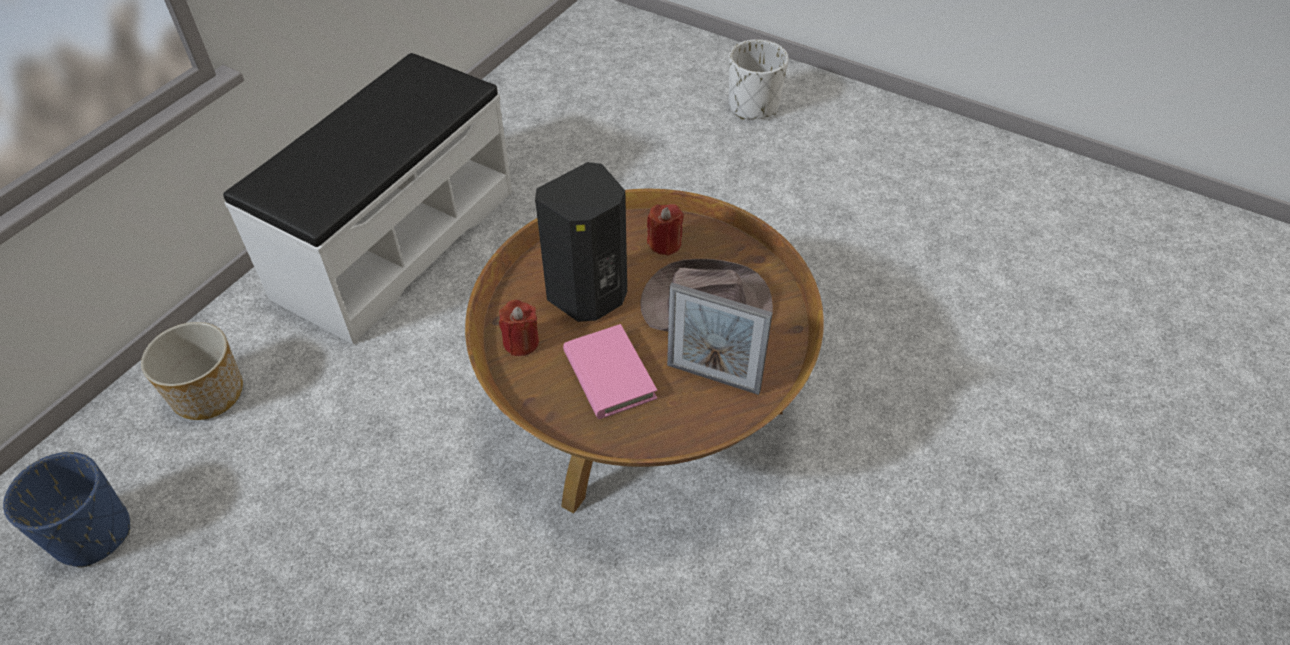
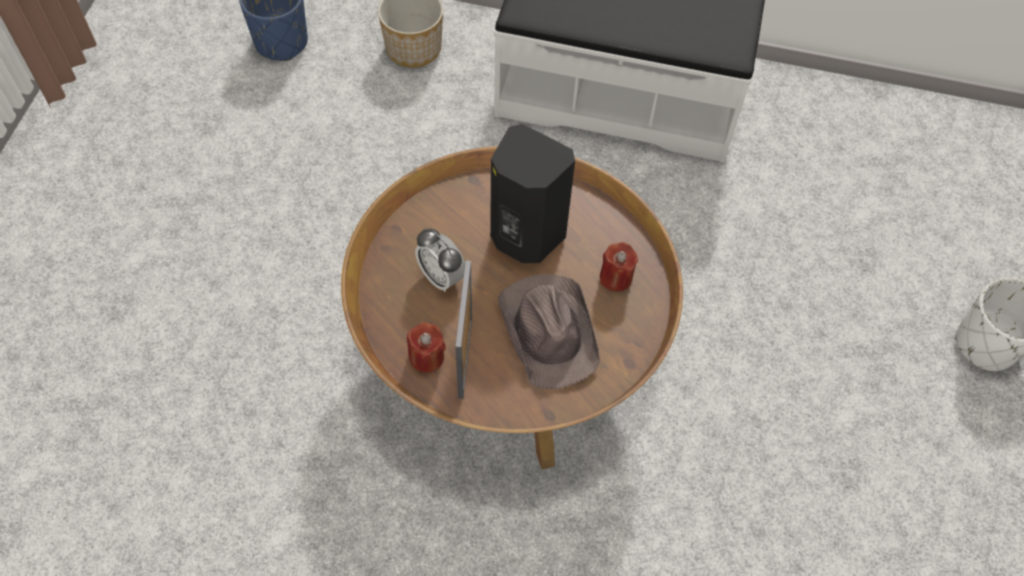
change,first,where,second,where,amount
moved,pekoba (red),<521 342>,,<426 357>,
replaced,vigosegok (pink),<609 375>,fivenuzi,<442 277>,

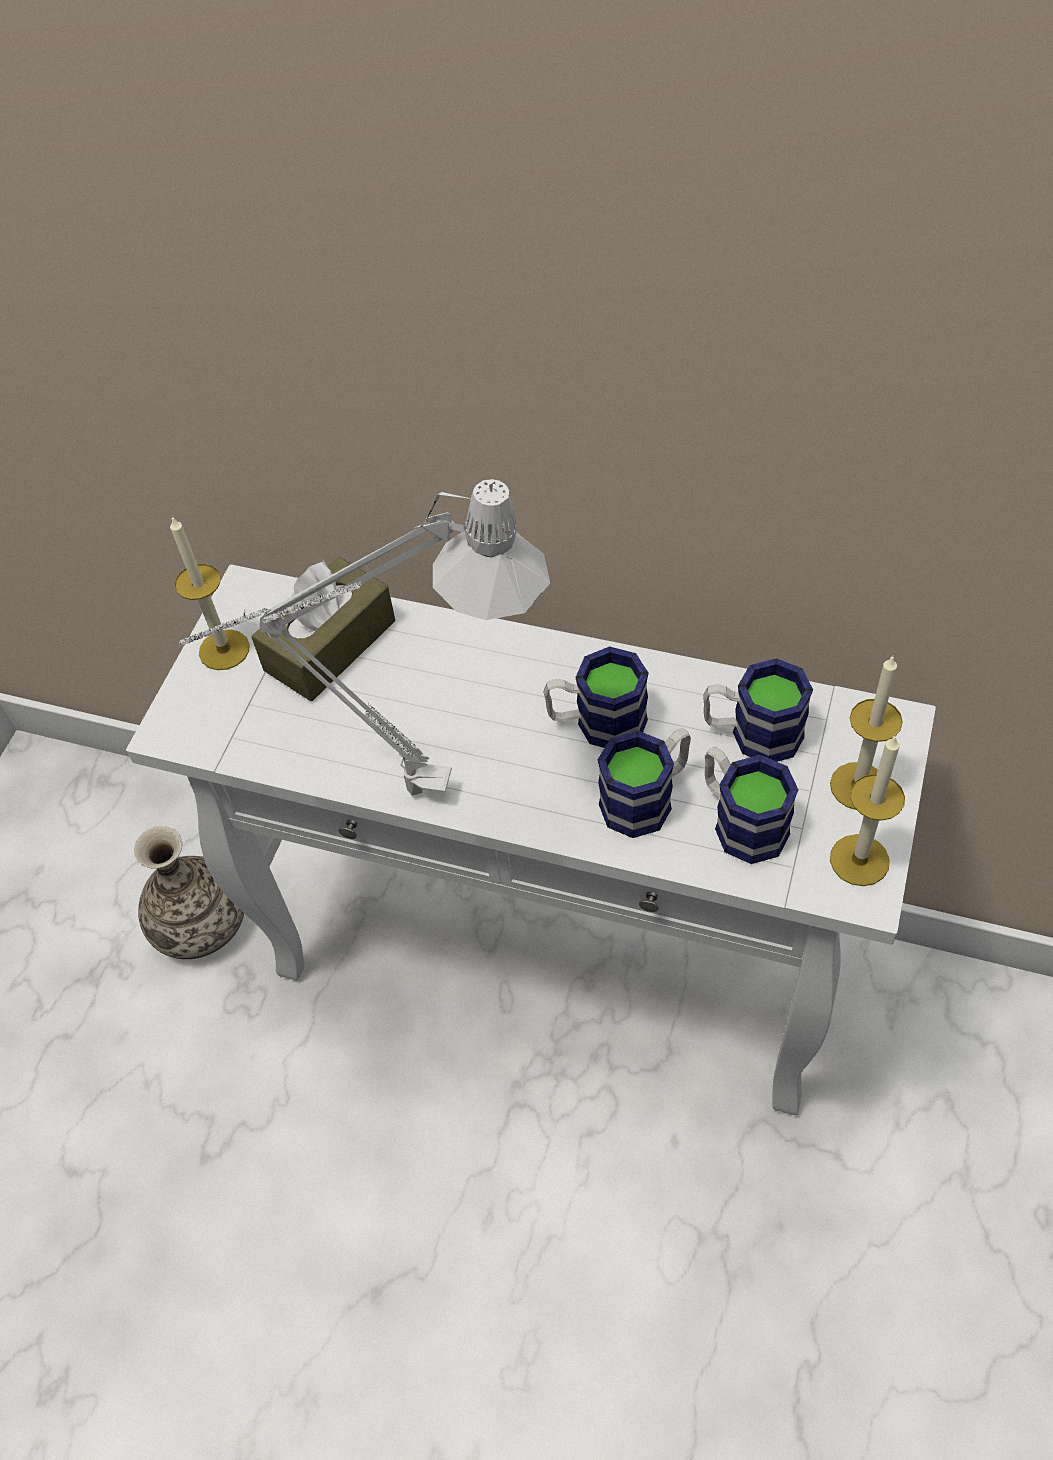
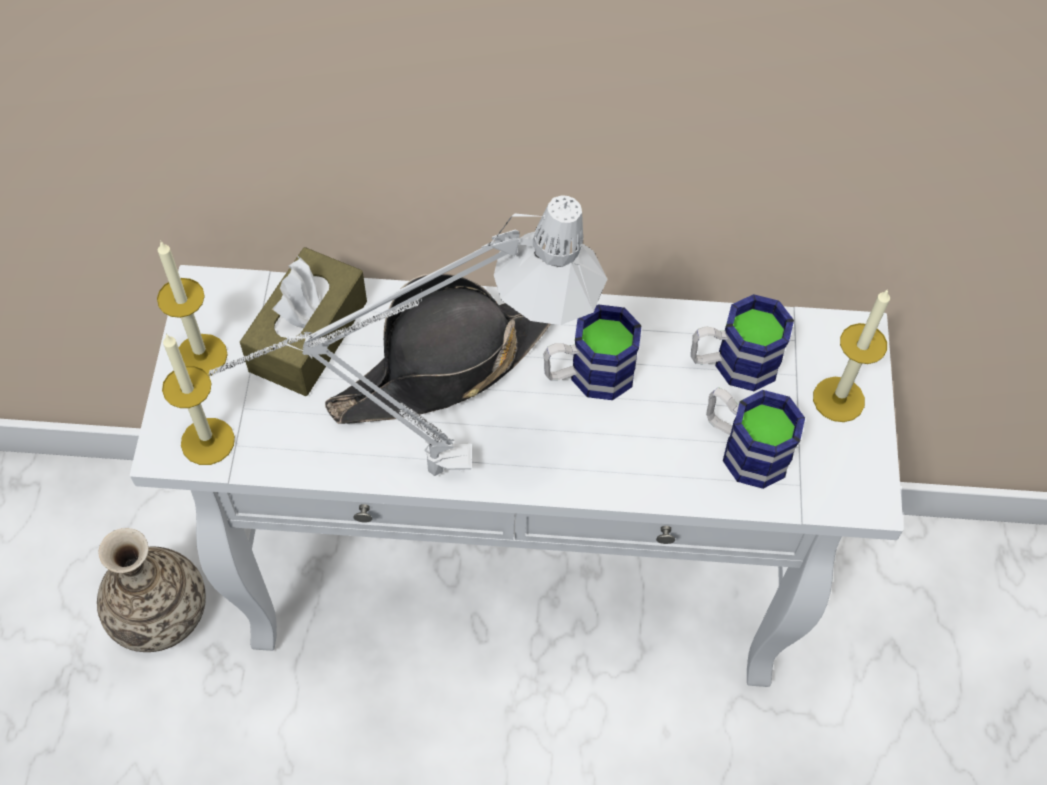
change,first,where,second,where,amount
removed,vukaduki,<647 797>,,,
added,,,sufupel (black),<448 364>,
moved,pekoba,<859 860>,,<207 441>,

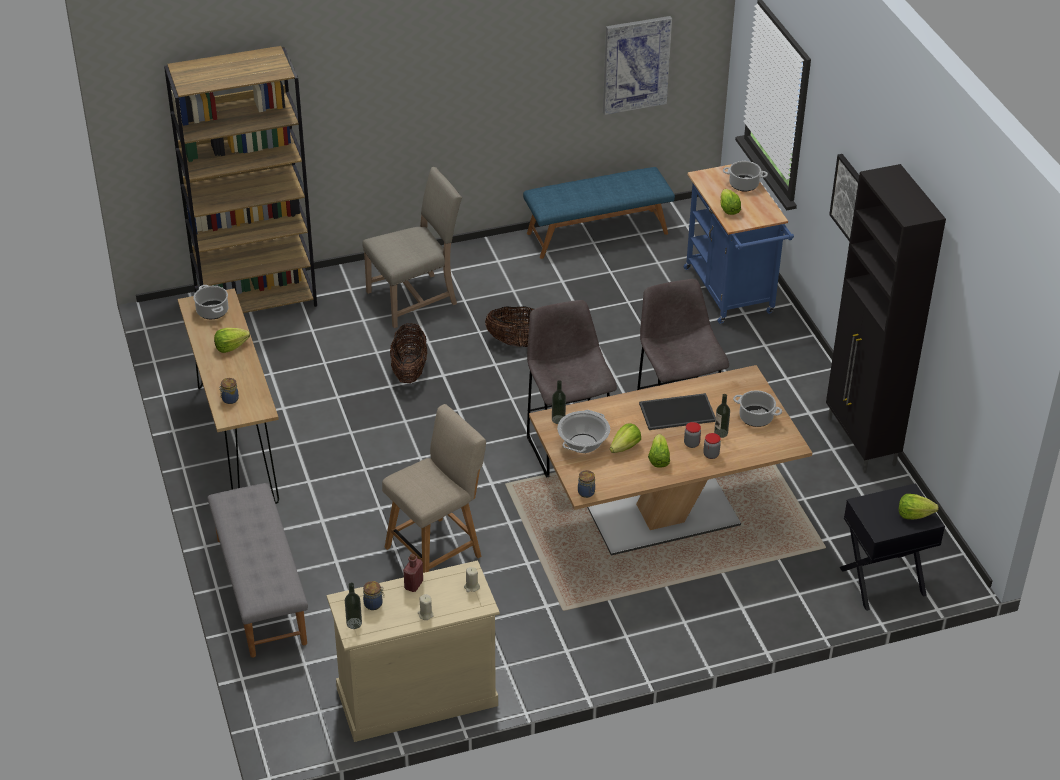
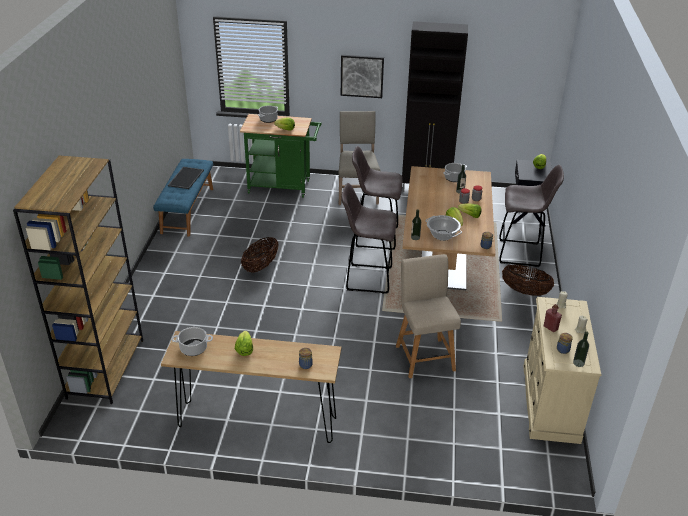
change,first,where,second,where,amount
removed,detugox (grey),<260 590>,,,
removed,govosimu,<636 64>,,,
added,,,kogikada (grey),<521 253>,
moved,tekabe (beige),<415 298>,,<357 192>,
moved,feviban,<409 370>,,<525 291>,
moved,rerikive,<678 411>,,<185 178>,
recoloured,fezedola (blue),<731 295>,fezedola (green),<283 187>,

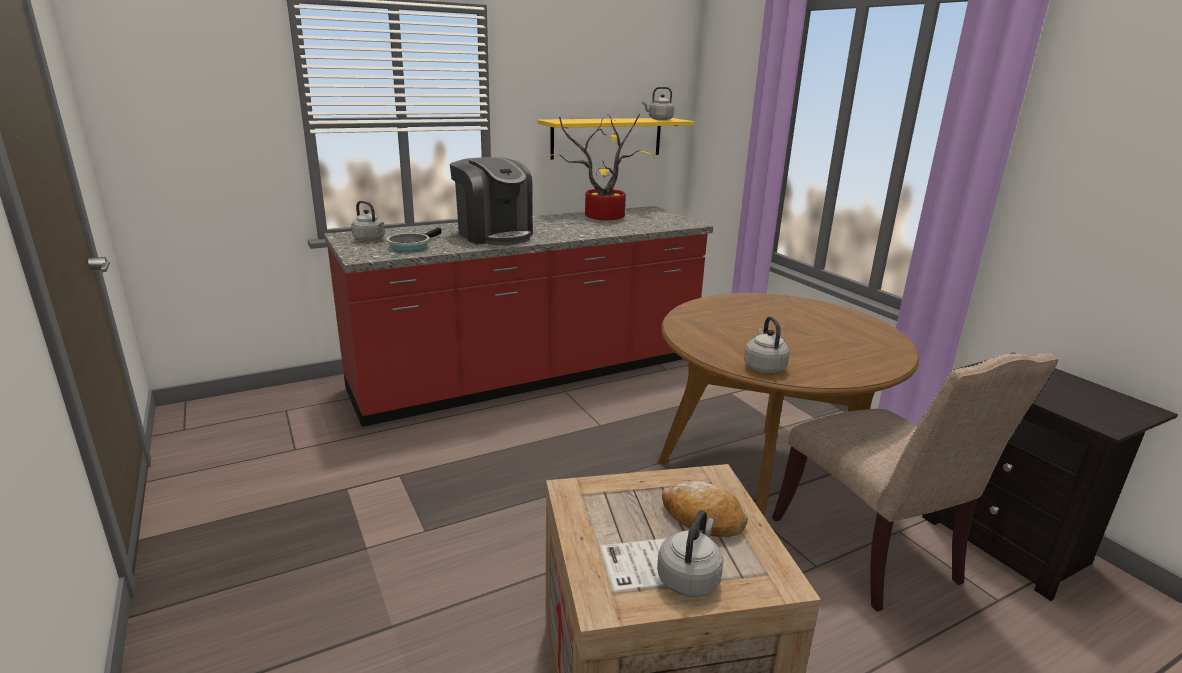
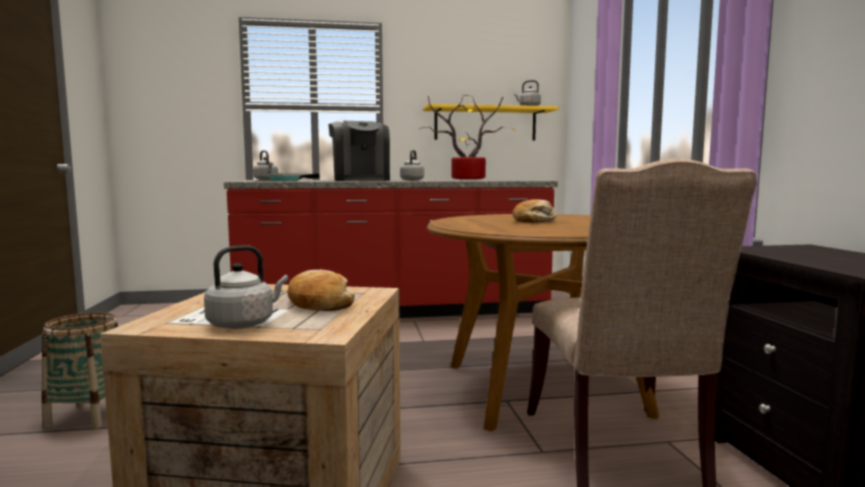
change,first,where,second,where,amount
added,,,feviban,<88 415>,
added,,,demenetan,<535 221>,
moved,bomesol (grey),<763 367>,,<412 180>,

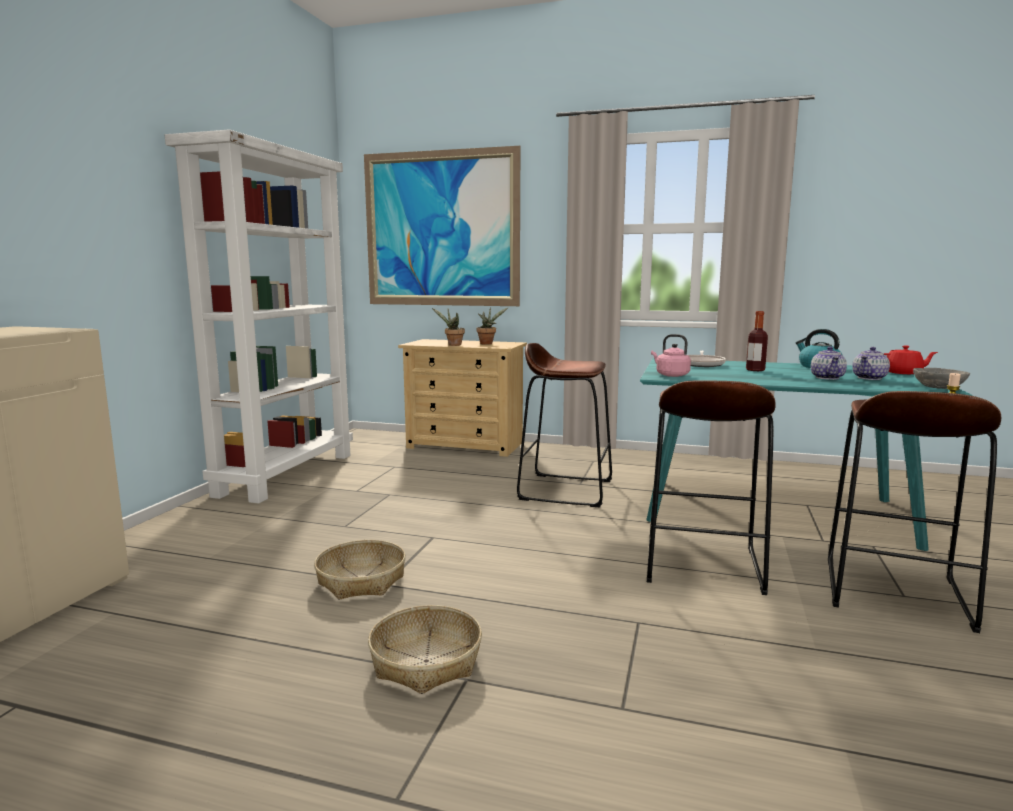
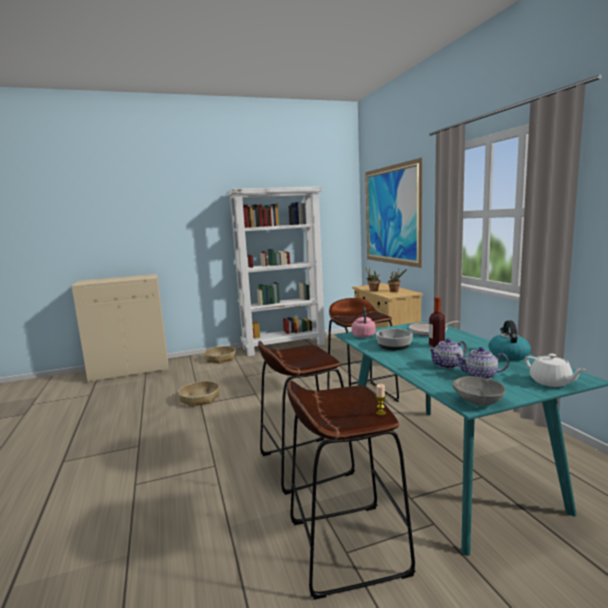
change,first,where,second,where,amount
added,,,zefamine,<394 346>,
moved,feviban,<425 661>,,<220 359>,
recoloured,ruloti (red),<903 373>,ruloti (white),<551 382>,

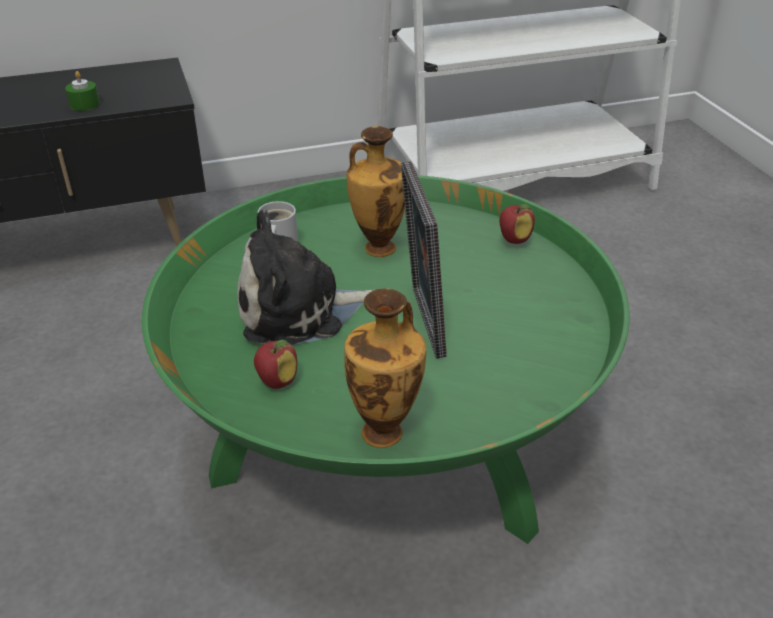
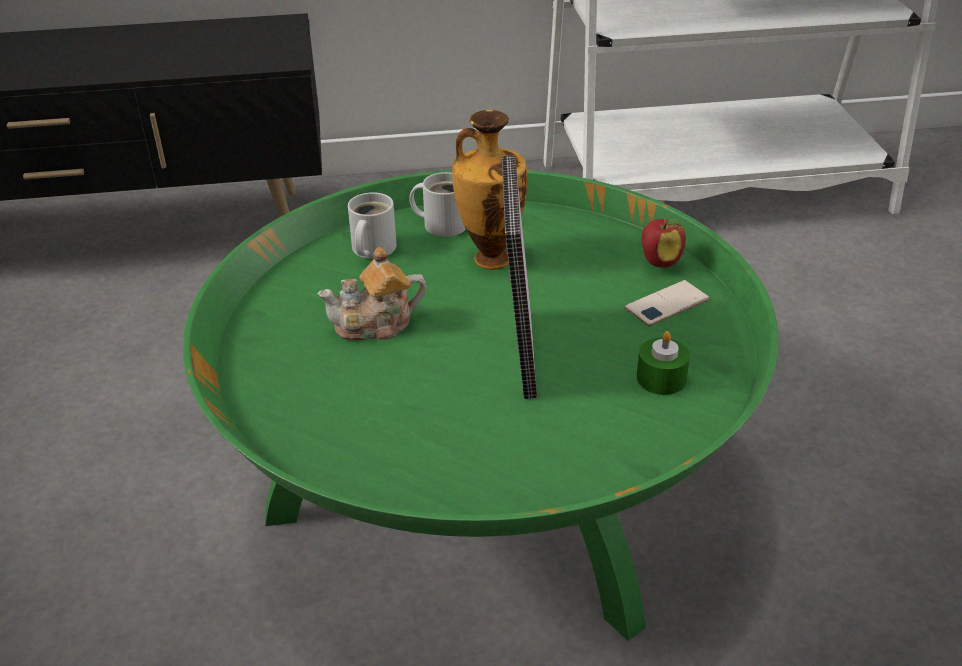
change,first,where,second,where,amount
removed,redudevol,<277 381>,,,
removed,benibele,<385 431>,,,
added,,,vukaduki (white),<442 224>,
added,,,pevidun,<667 304>,
moved,pekoba (green),<84 104>,,<661 378>,
replaced,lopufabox,<298 310>,ruloti,<375 325>,

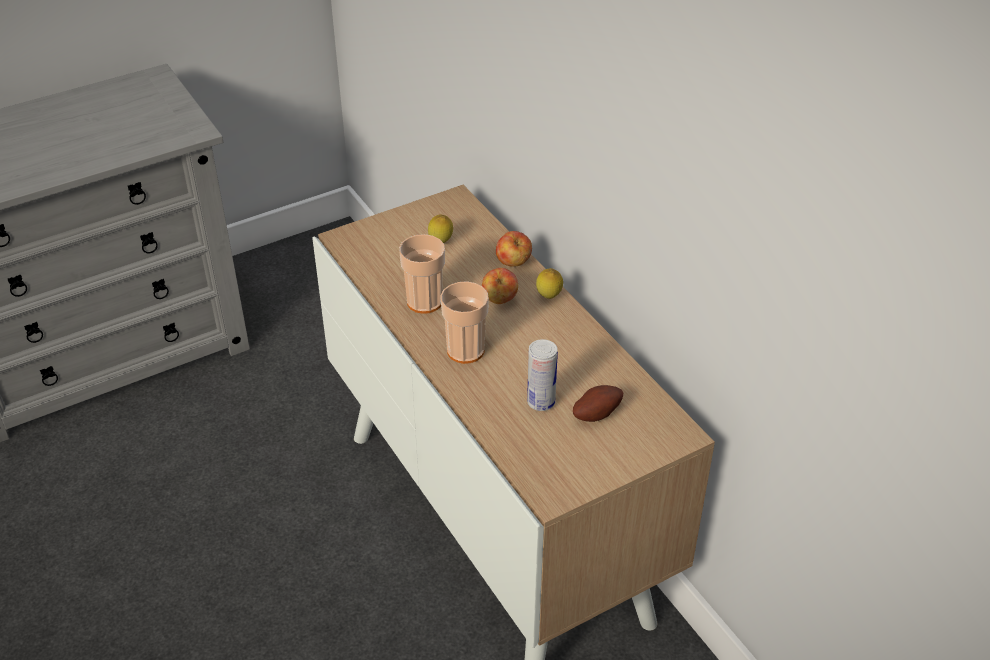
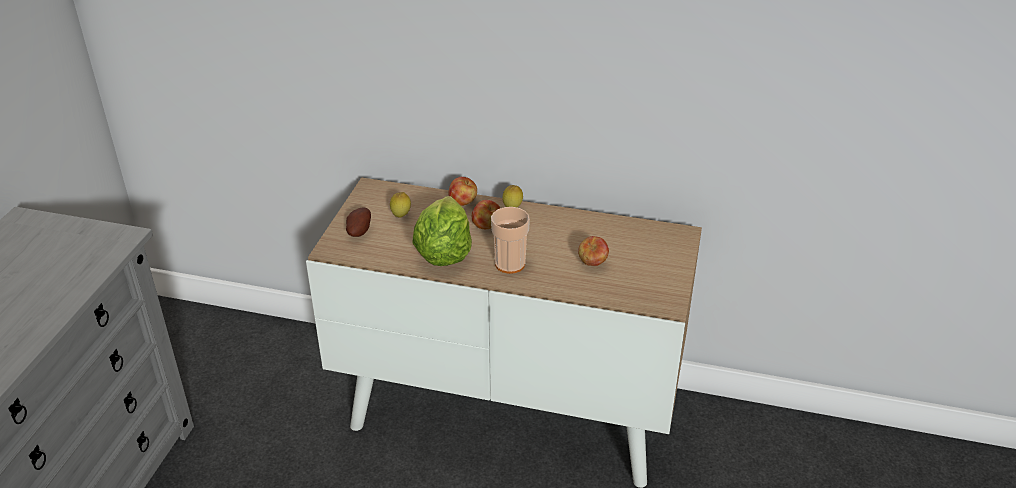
change,first,where,second,where,amount
moved,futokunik,<596 413>,,<358 231>,
replaced,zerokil,<424 302>,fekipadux,<443 253>,
replaced,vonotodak,<541 402>,redudevol,<592 263>,

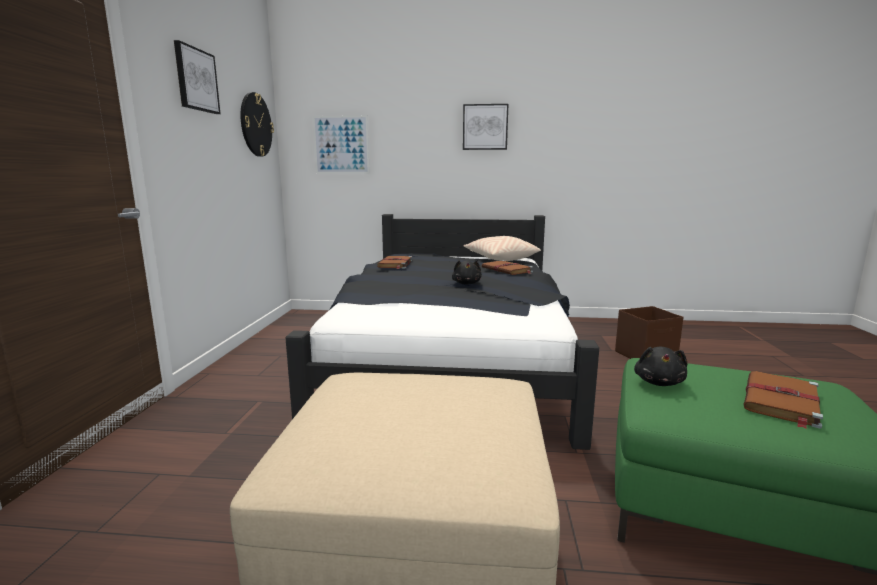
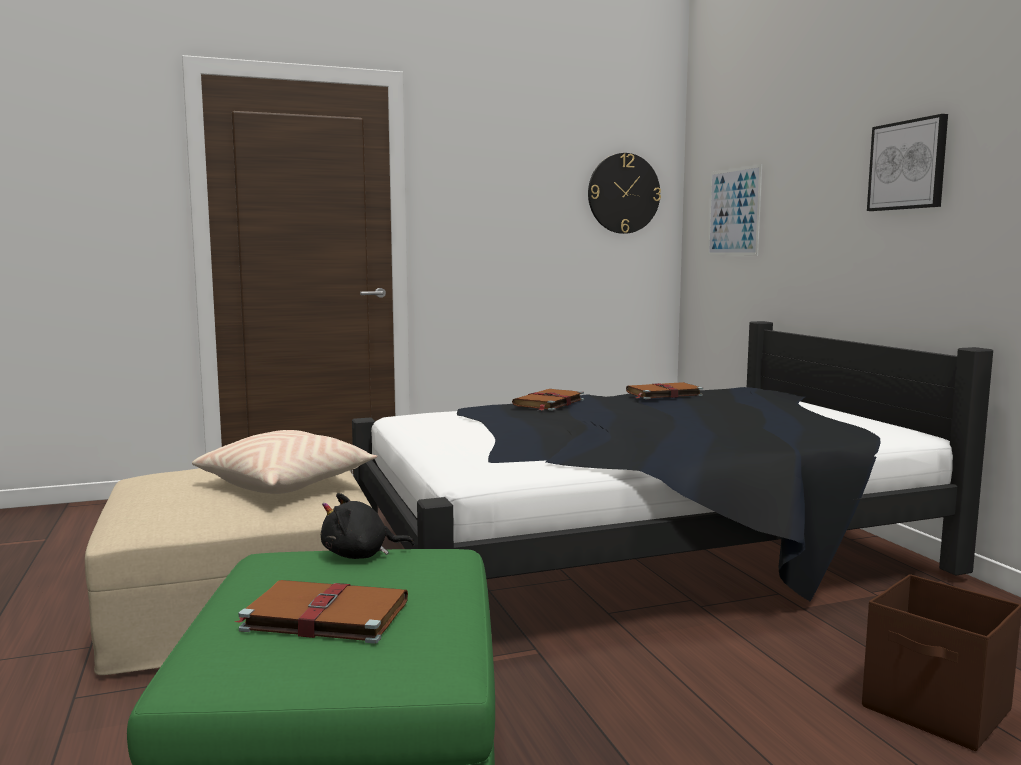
change,first,where,second,where,amount
removed,govosimu,<196 80>,,,
removed,lopufabox (black),<466 283>,,,
moved,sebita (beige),<500 259>,,<287 484>,
moved,vigosegok (brown),<507 270>,,<548 403>,

